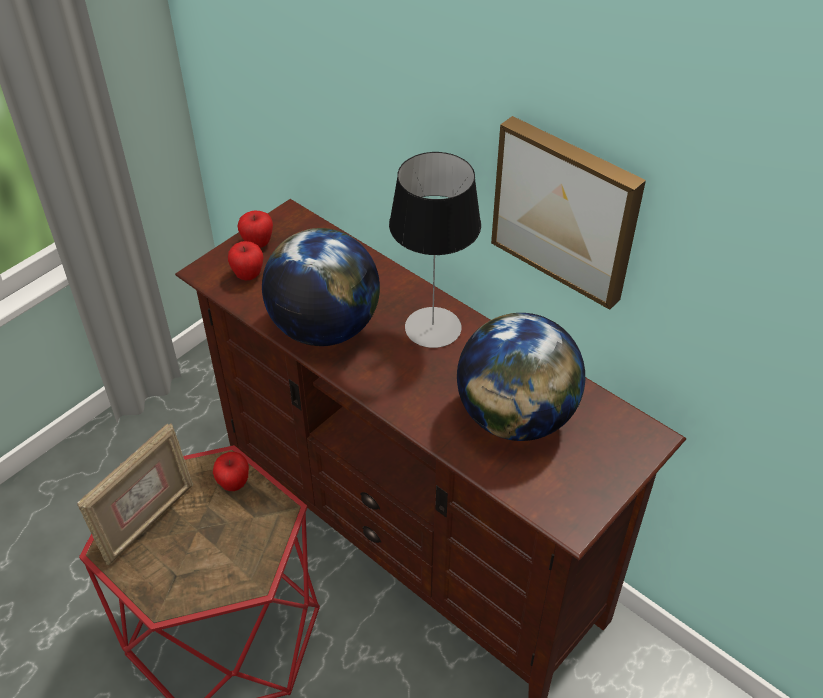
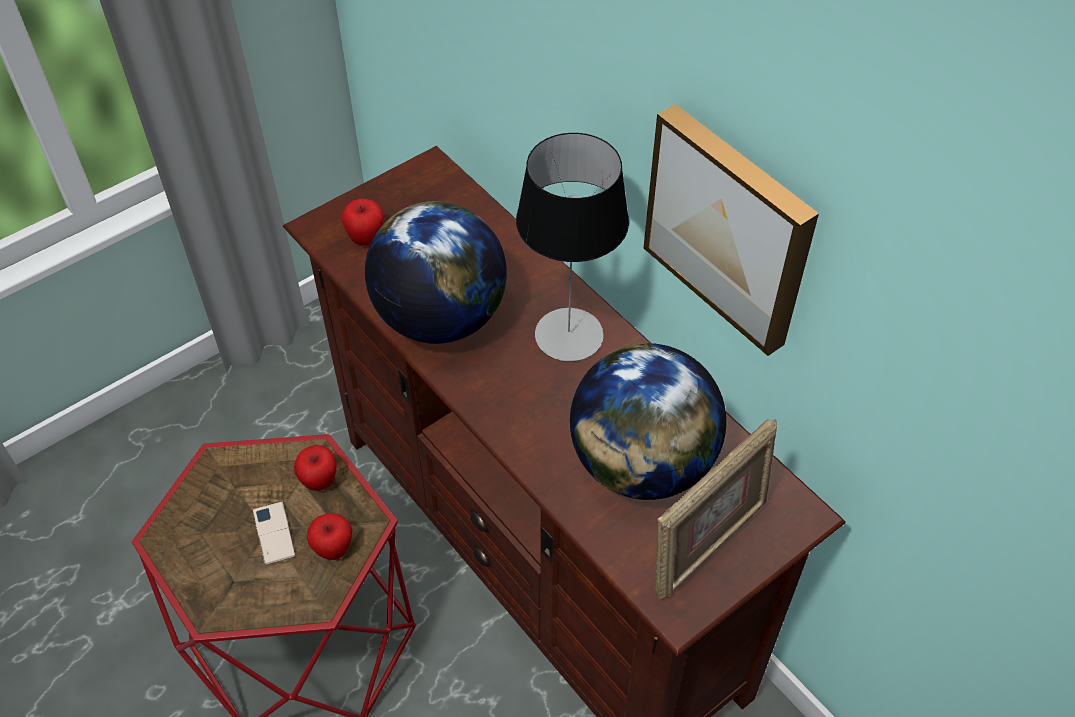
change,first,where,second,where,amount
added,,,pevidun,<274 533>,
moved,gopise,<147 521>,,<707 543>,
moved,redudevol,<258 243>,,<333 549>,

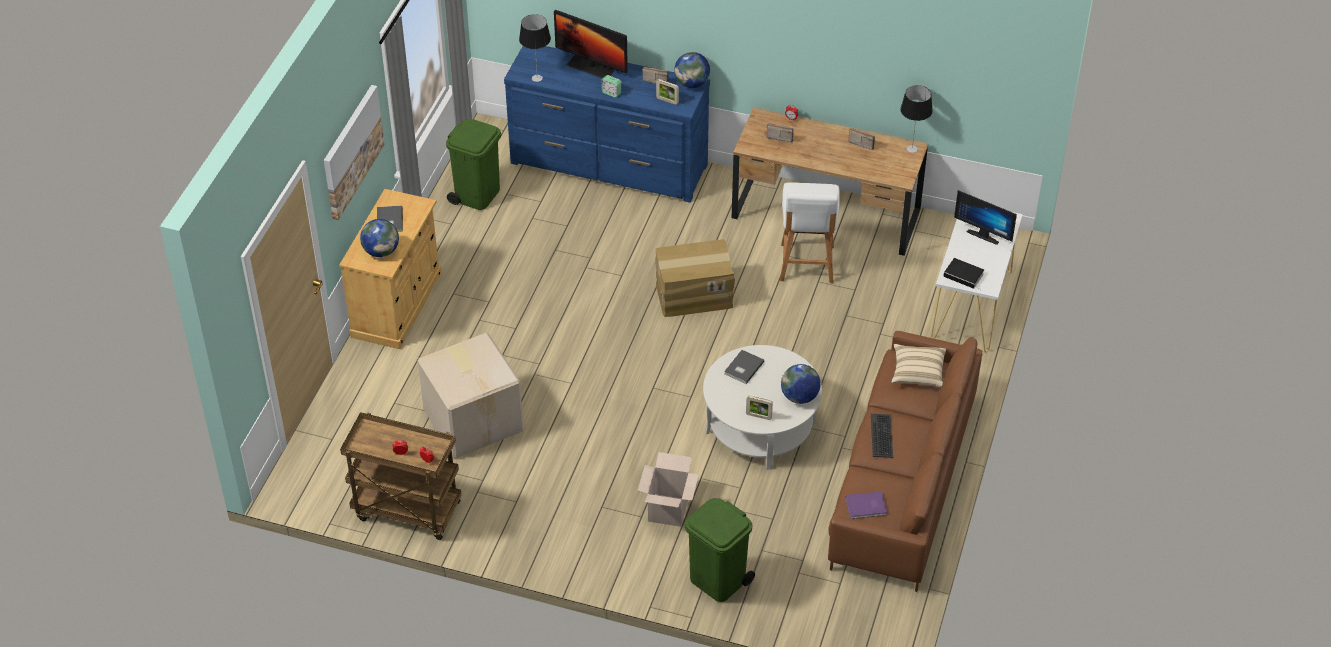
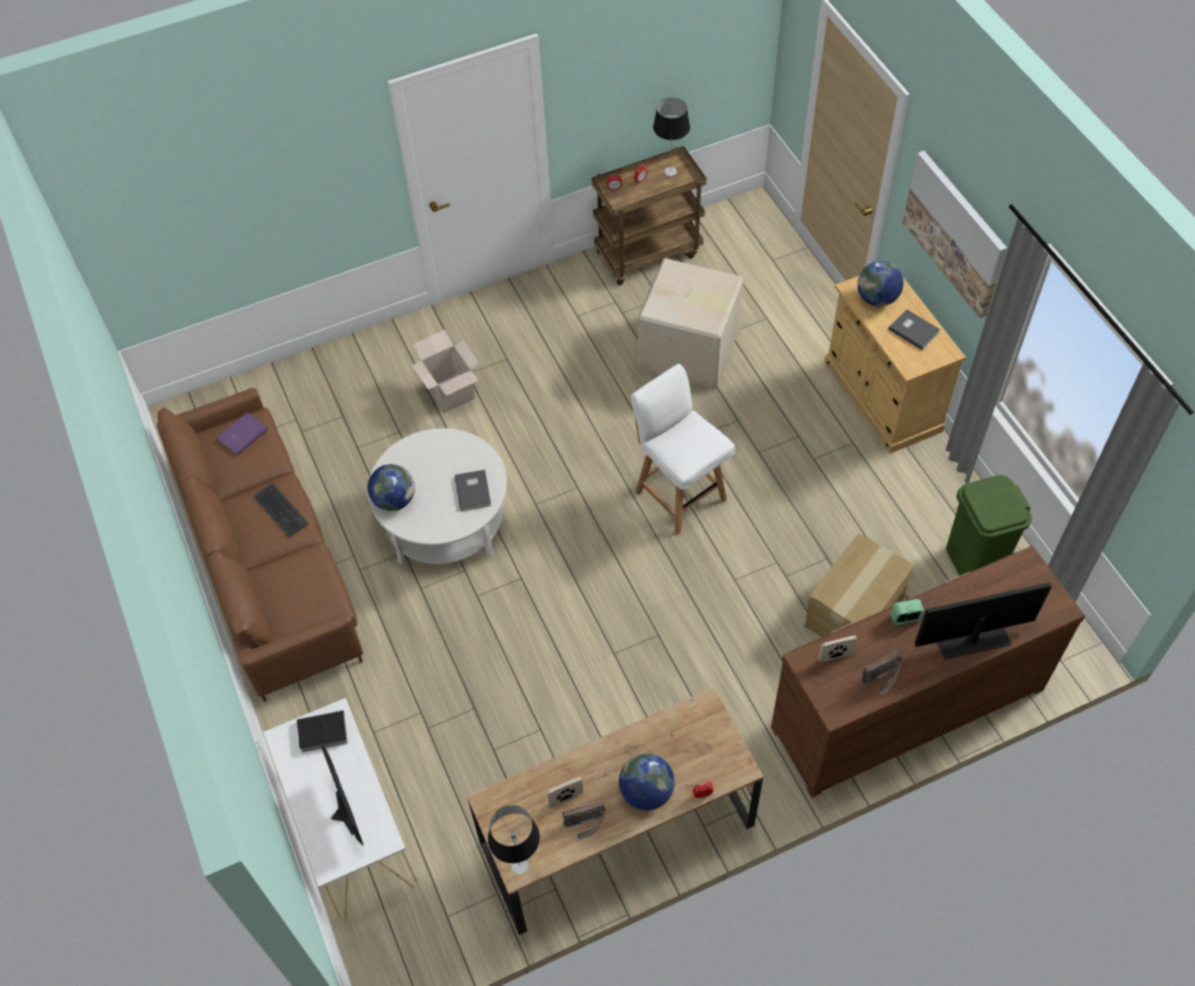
change,first,where,second,where,amount
removed,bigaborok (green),<718 580>,,,
removed,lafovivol,<779 136>,,,
removed,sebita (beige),<918 373>,,,
moved,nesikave,<537 78>,,<670 171>,
moved,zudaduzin,<694 294>,,<855 612>,
moved,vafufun,<692 83>,,<646 792>,
moved,gopise,<758 416>,,<565 799>,
moved,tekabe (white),<806 264>,,<679 494>,
recoloured,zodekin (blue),<609 165>,zodekin (brown),<906 706>,
turned,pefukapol,<984 234>,,<341 814>,75 degrees clockwise

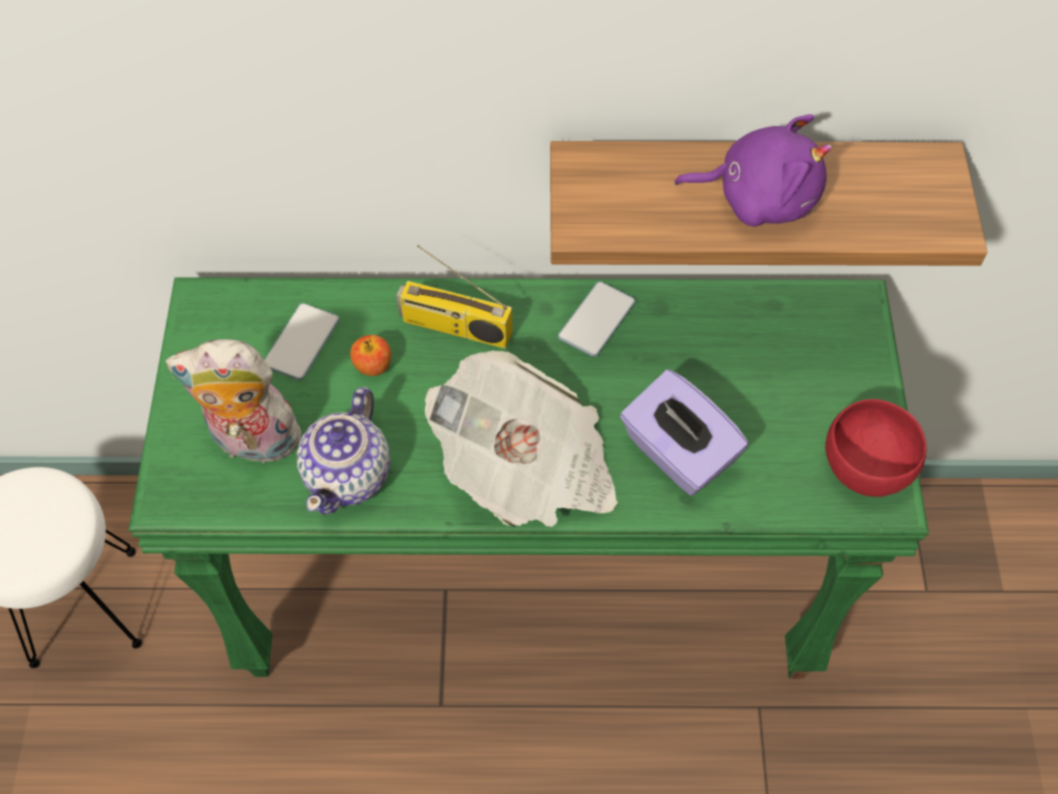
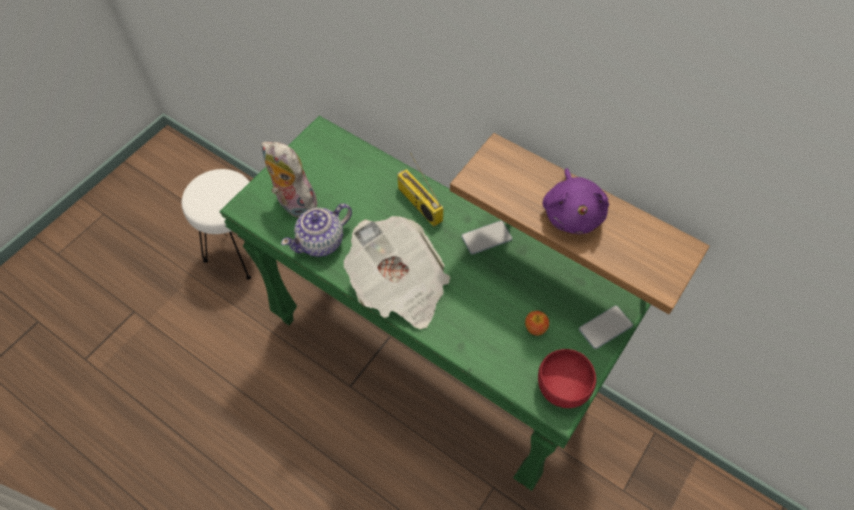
change,first,where,second,where,amount
removed,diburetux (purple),<677 453>,,,
moved,pevidun,<301 342>,,<605 327>,
moved,redudevol,<372 366>,,<535 328>,
turned,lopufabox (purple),<758 197>,,<572 213>,45 degrees clockwise

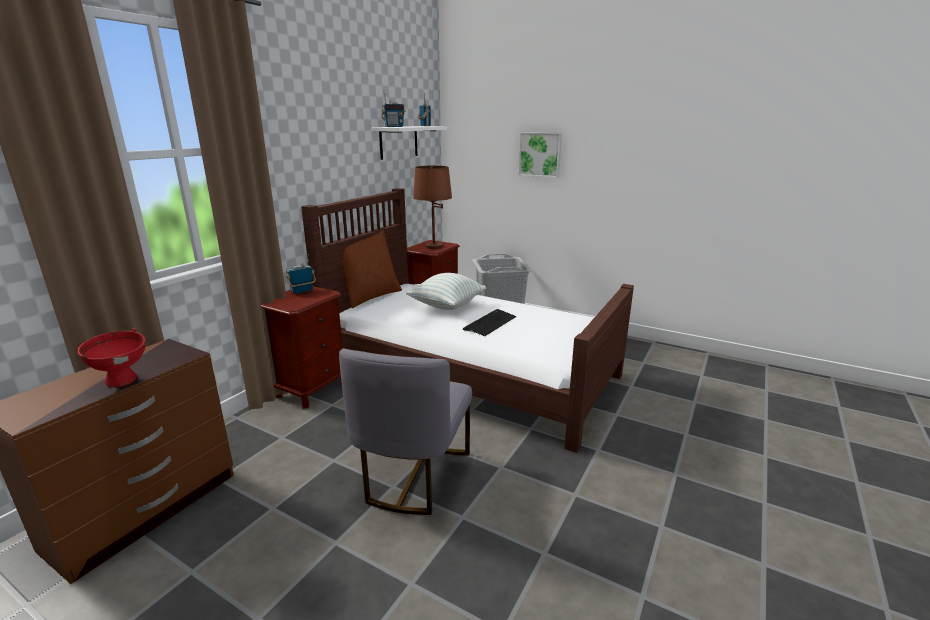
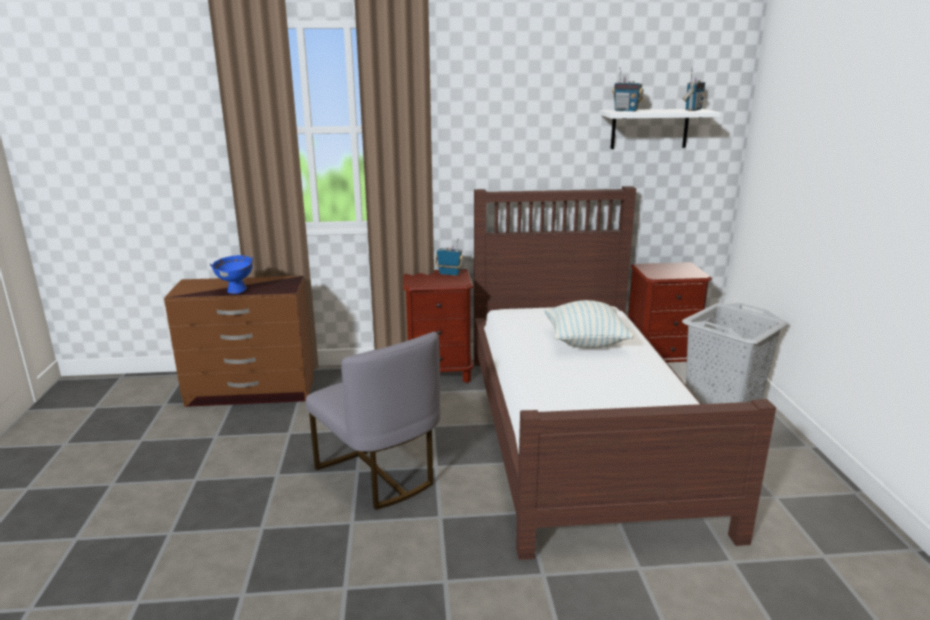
change,first,where,second,where,amount
removed,sebita (brown),<370 297>,,,
removed,nesikave (brown),<433 246>,,,
removed,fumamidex,<490 323>,,,
removed,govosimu,<540 154>,,,
recoloured,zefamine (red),<123 382>,zefamine (blue),<236 291>,
turned,tekabe (grey),<413 475>,,<379 474>,105 degrees counterclockwise

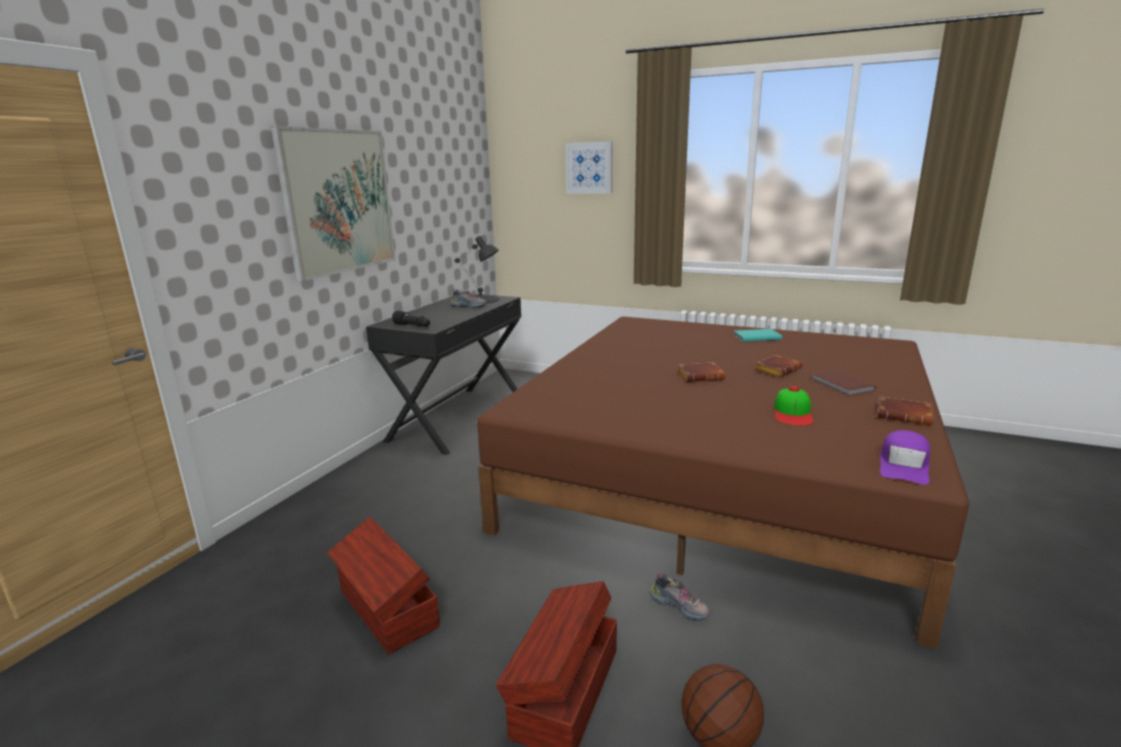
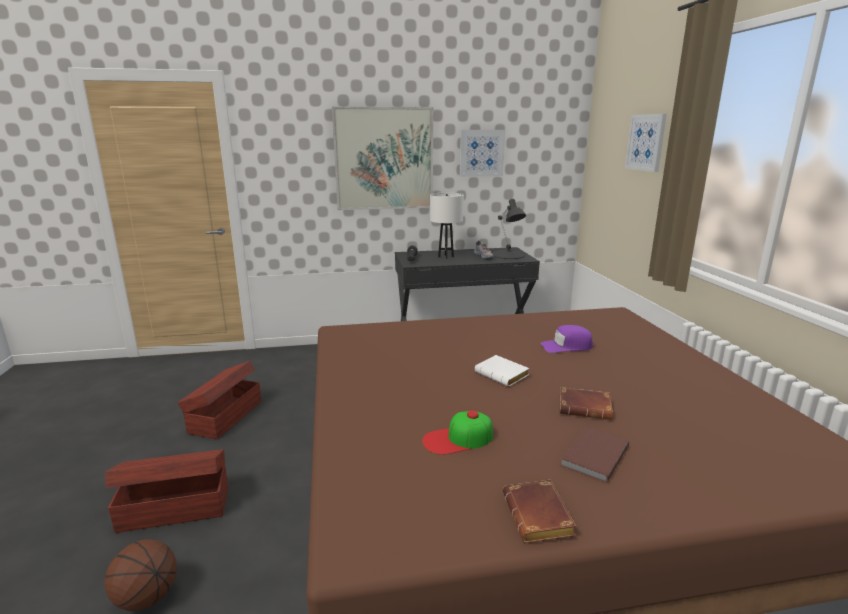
change,first,where,second,where,amount
removed,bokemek,<680 606>,,,
removed,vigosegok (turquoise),<756 337>,,,
added,,,nesikave (white),<446 256>,
added,,,govosimu,<481 153>,
moved,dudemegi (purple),<904 465>,,<566 346>,
recoloured,vigosegok (brown),<701 376>,vigosegok (white),<503 375>,

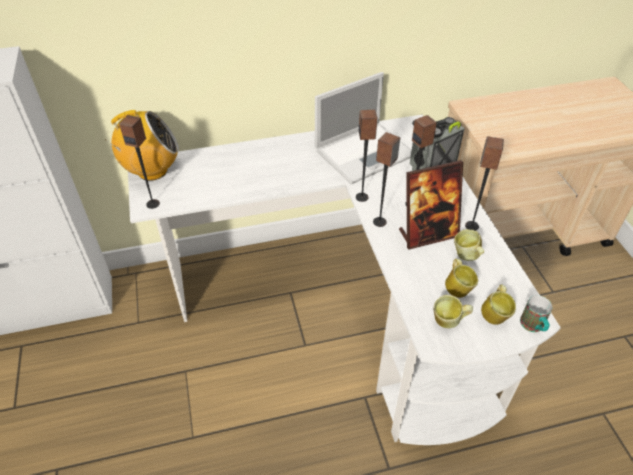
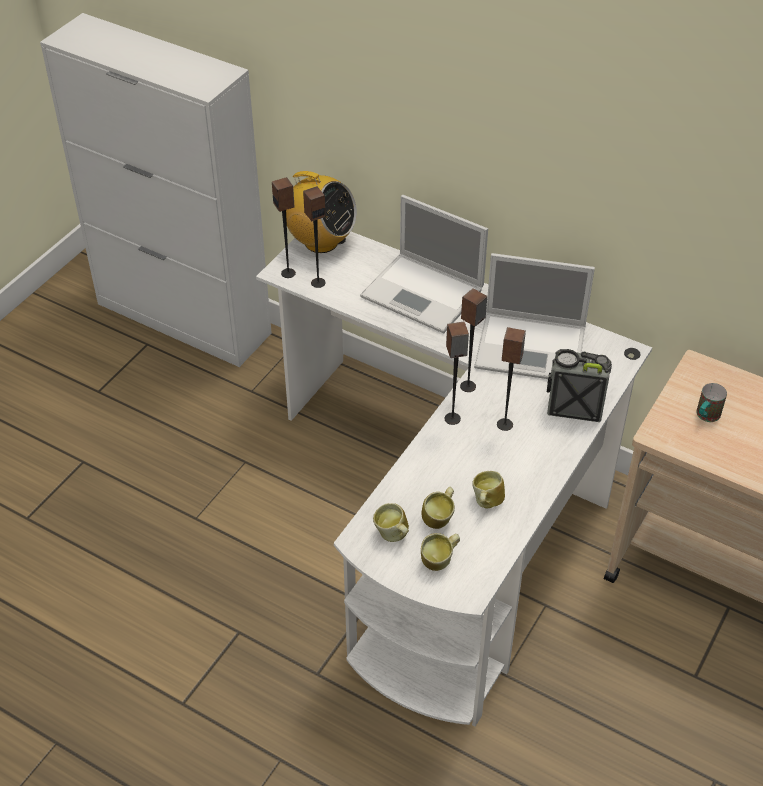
change,first,where,second,where,amount
removed,gopise,<428 234>,,,
added,,,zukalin,<424 293>,
moved,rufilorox,<471 226>,,<318 282>,
moved,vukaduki,<533 327>,,<705 416>,

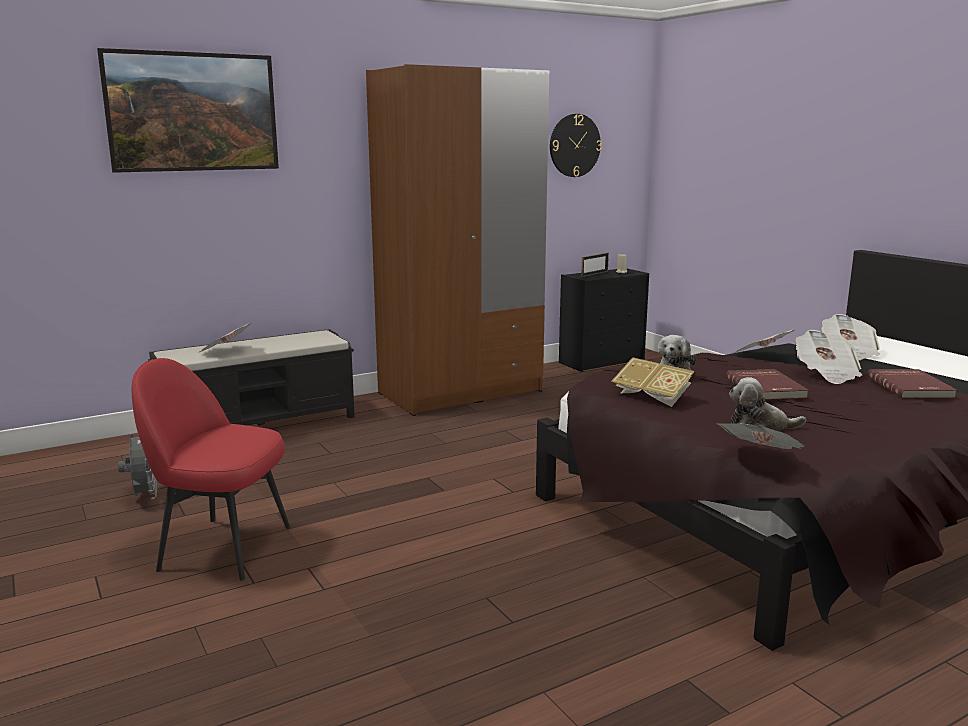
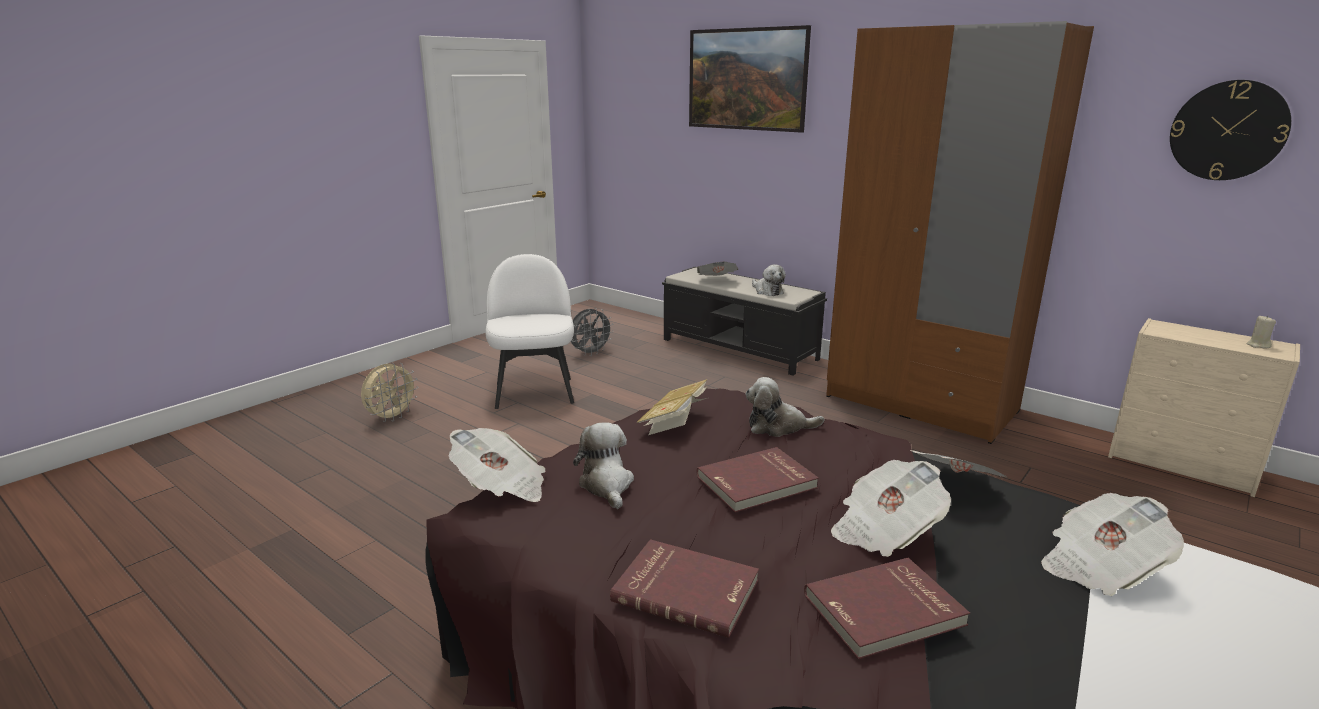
change,first,where,second,where,amount
removed,gopise,<594 274>,,,
added,,,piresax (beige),<392 417>,
added,,,vigosegok (red),<687 589>,
added,,,lopufabox,<767 291>,
recoloured,tekabe (red),<222 547>,tekabe (white),<534 392>,
recoloured,zodekin (black),<602 361>,zodekin (beige),<1183 465>,

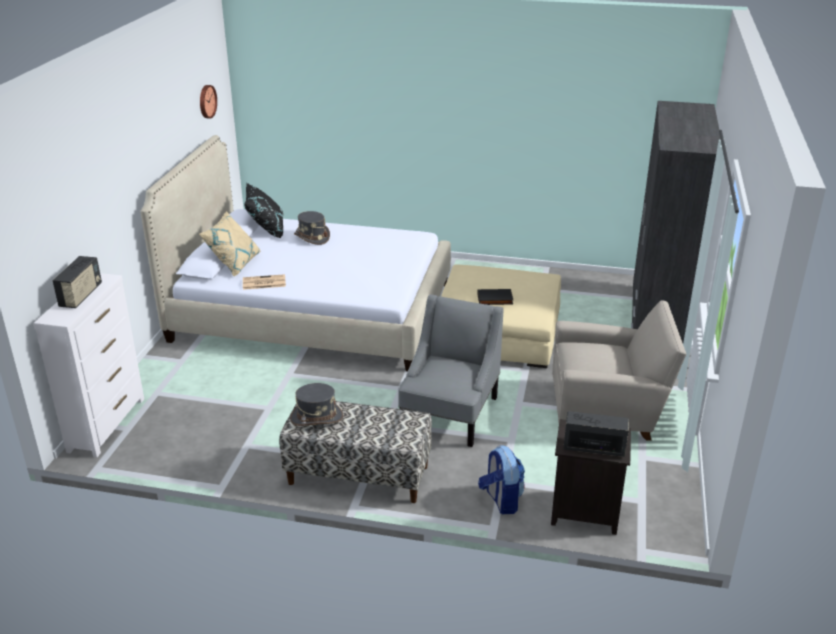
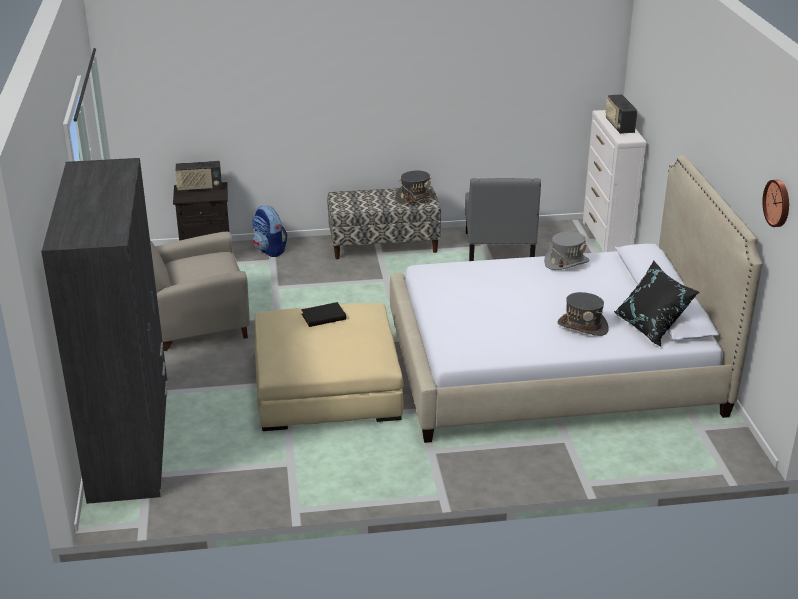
change,first,where,second,where,amount
removed,sebita (beige),<234 264>,,,
moved,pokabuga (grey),<450 413>,,<498 249>,
replaced,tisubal,<263 283>,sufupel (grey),<566 262>,

